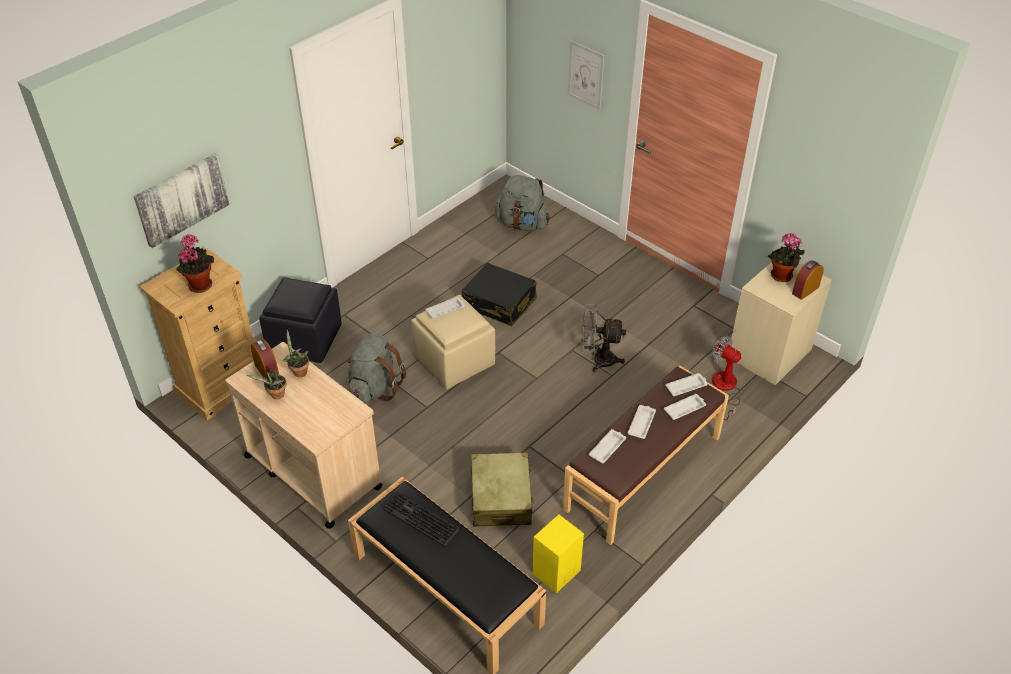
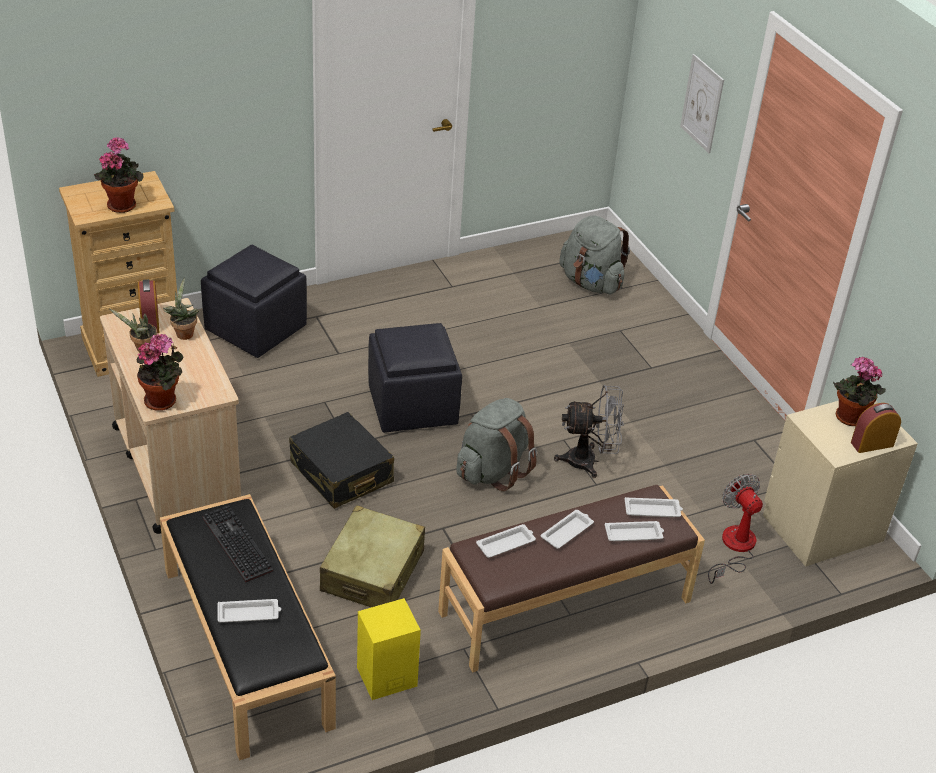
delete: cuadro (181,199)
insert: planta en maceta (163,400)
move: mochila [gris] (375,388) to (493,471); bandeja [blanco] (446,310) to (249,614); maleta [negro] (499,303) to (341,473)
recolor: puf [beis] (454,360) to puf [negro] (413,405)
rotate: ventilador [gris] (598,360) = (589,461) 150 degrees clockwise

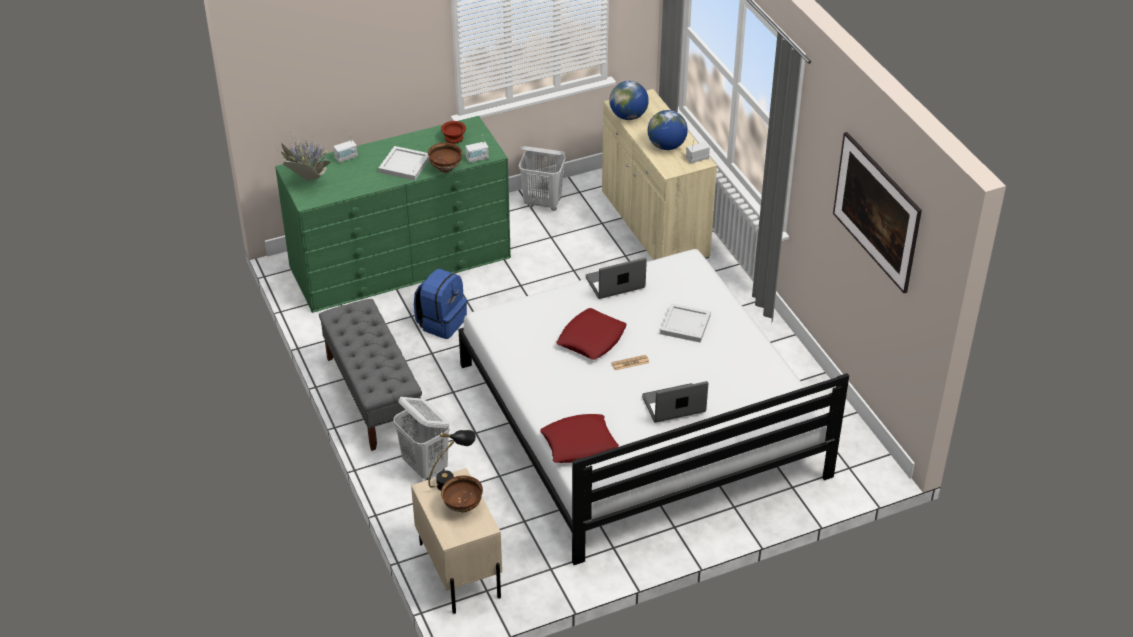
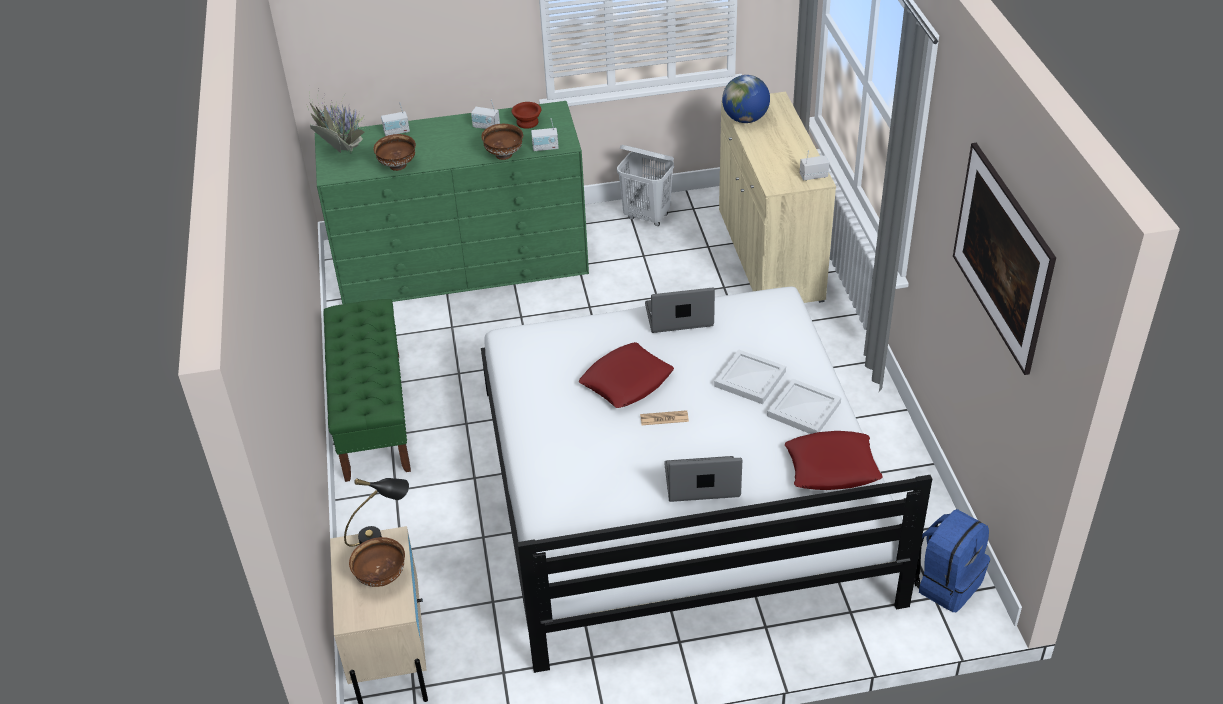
delete: cesto de la ropa [blanco] (425,466); globo terráqueo (666,146)
insert: cuenco [marrón] (398,166); radio (486,126)
move: bandeja [blanco] (405,165) to (804,410); mochila [azul] (441,322) to (945,582); cojín [rojo] (578,444) to (831,467)
recolor: banco [gris] (373,395) to banco [verde] (373,414)

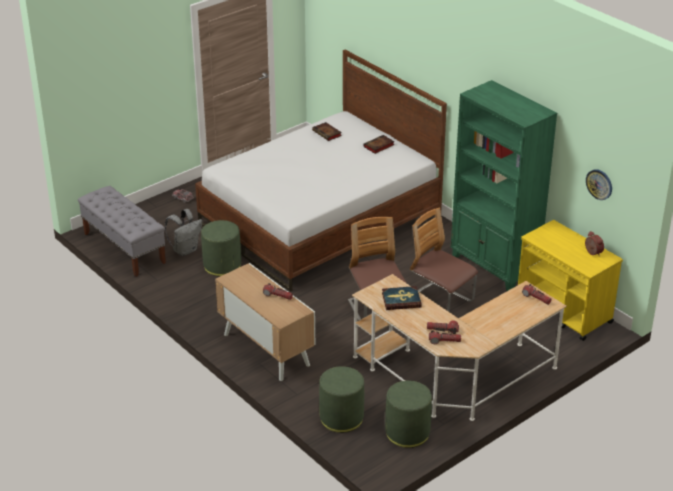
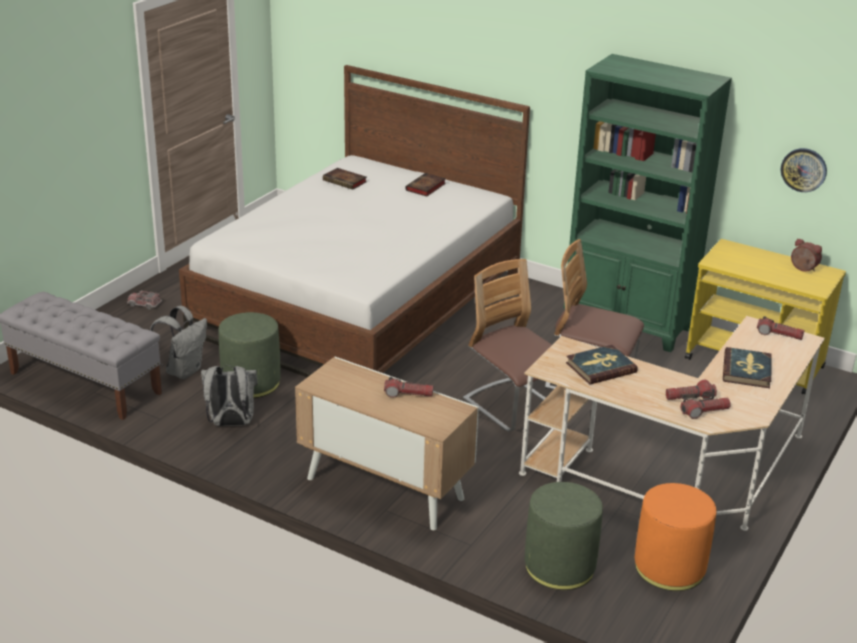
insert: mochila [gris] (230,423); libro (747,370)
recolor: puf [verde] (407,432) to puf [naranja] (669,567)

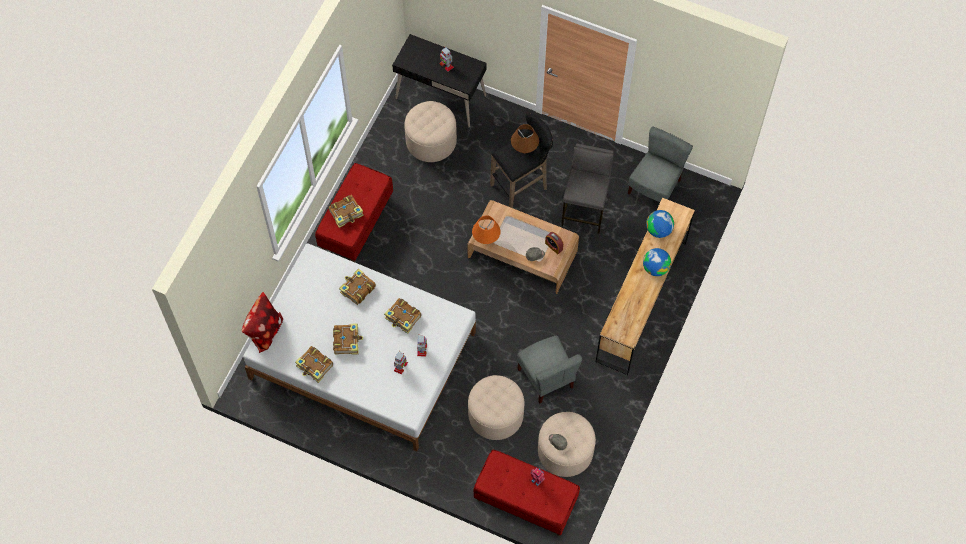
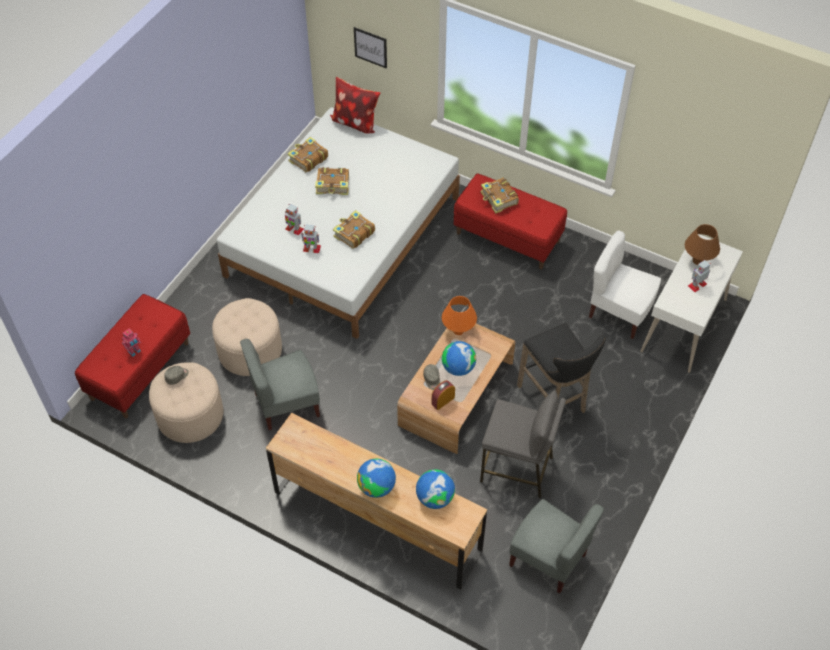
delete: libro (357,289)
insert: cuadro (370,47); globo terráqueo (458,368)
move: lámpara de mesa [marrón] (524,150) to (697,261)
replace: puf [beis] (431,141) to silla [blanco] (619,312)
recolor: escritorio [negro] (441,97) to escritorio [blanco] (684,326)

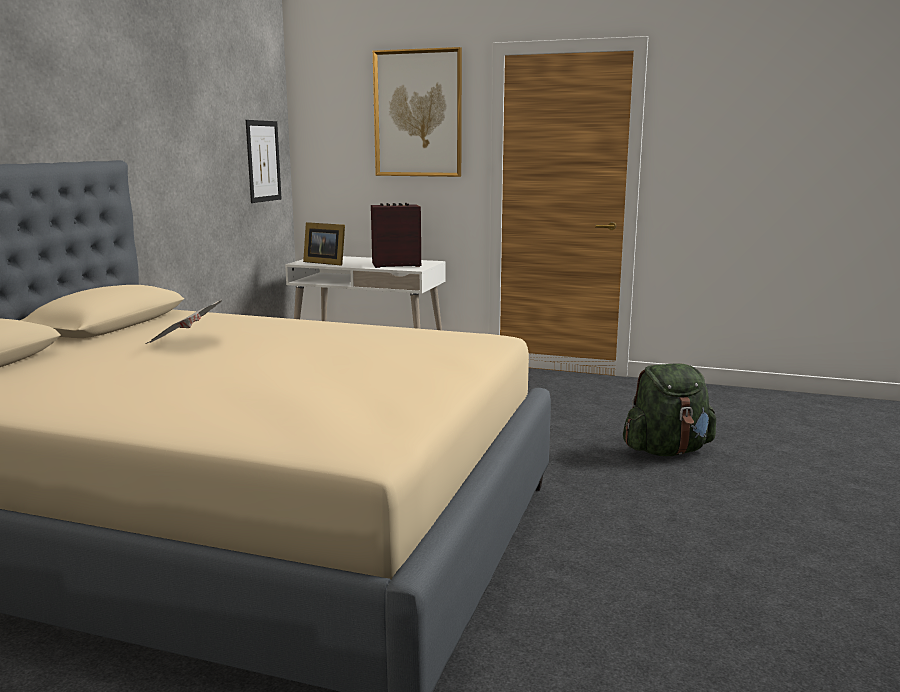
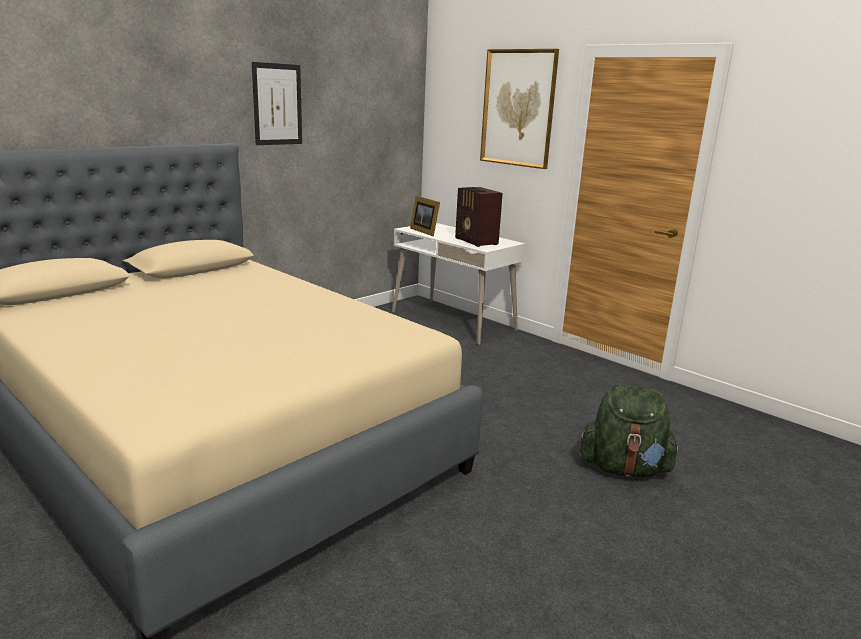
delete: periódico (185,342)
move: cuadro (263,161) to (277,104)
rotate: radio (395,265) = (476,241) 135 degrees counterclockwise

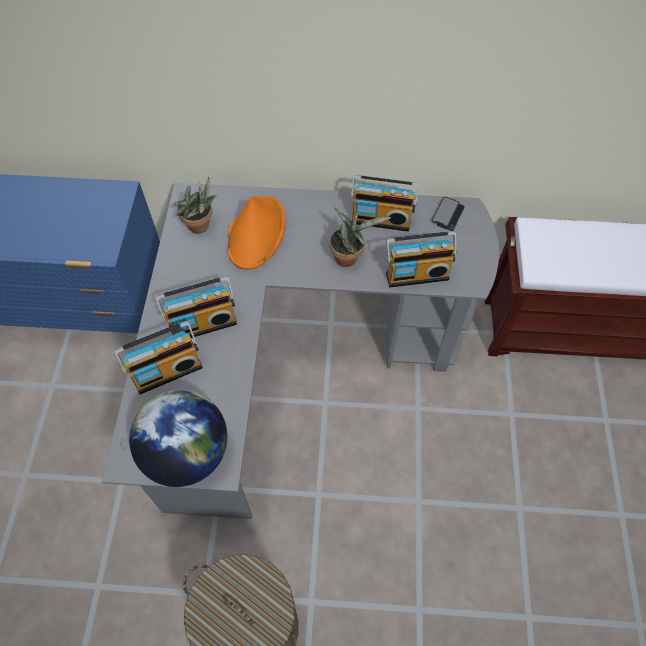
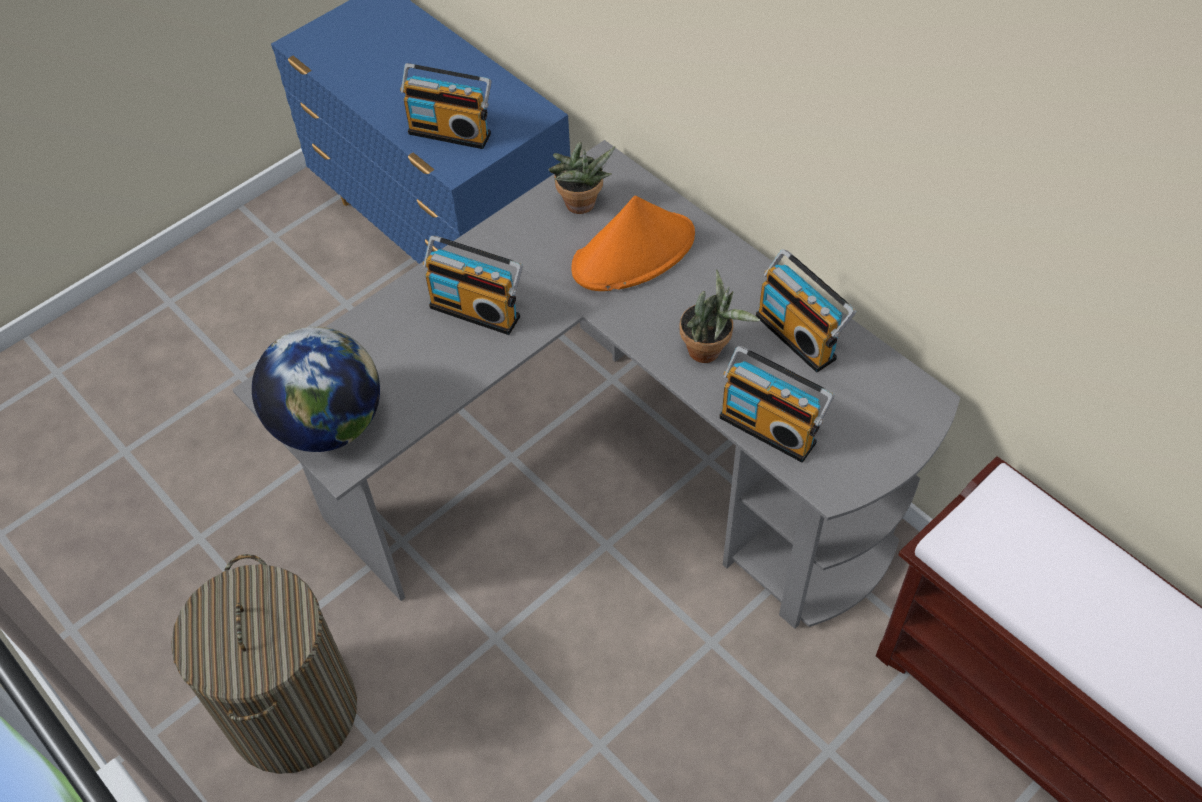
delete: móvil (447,214)
move: radio (167,370) to (451,131)

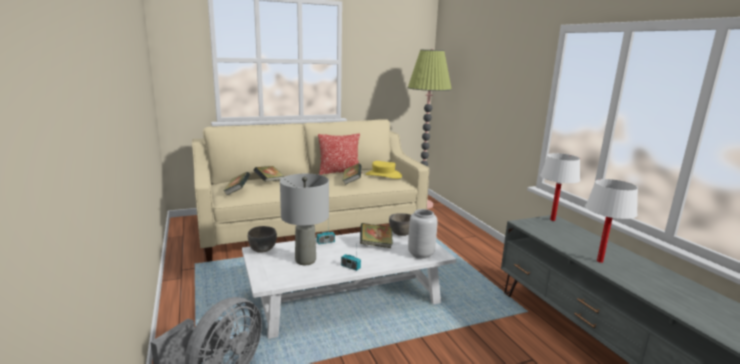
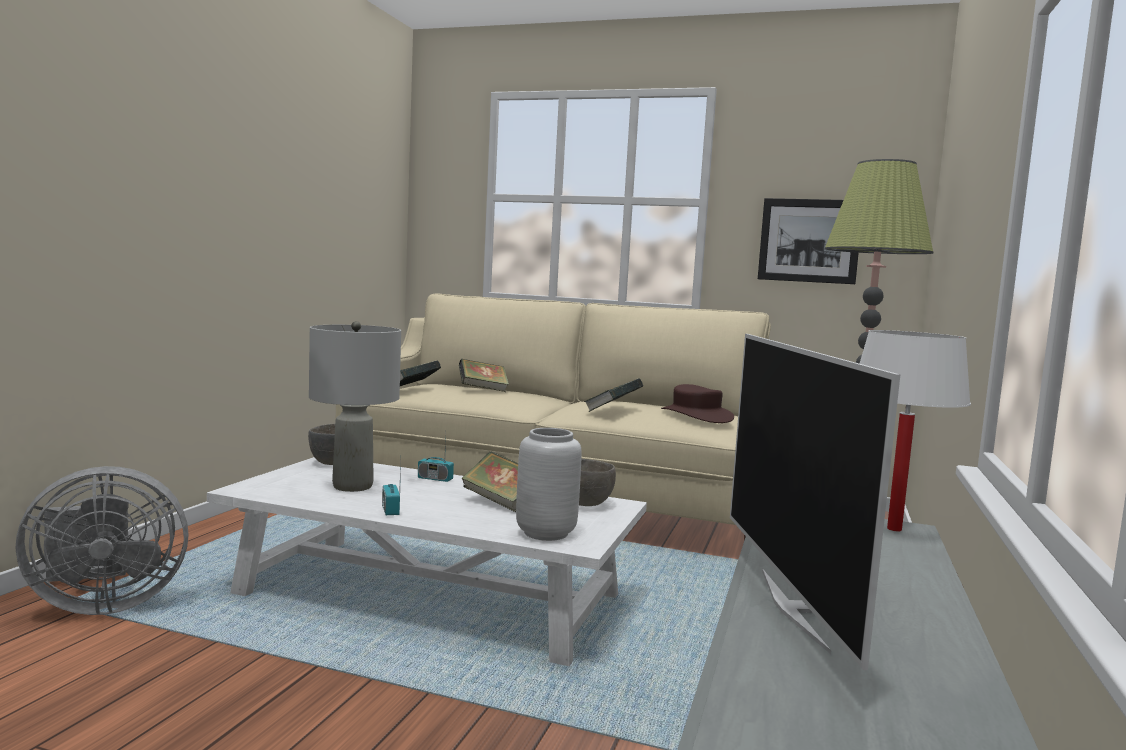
delete: cojín (339,172)
insert: cuadro (809,240)
replace: lámpara de mesa [blanco] (600,261) to televisor (795,608)
recolor: sombrero [amarillo] (383,175) to sombrero [marrón] (696,416)

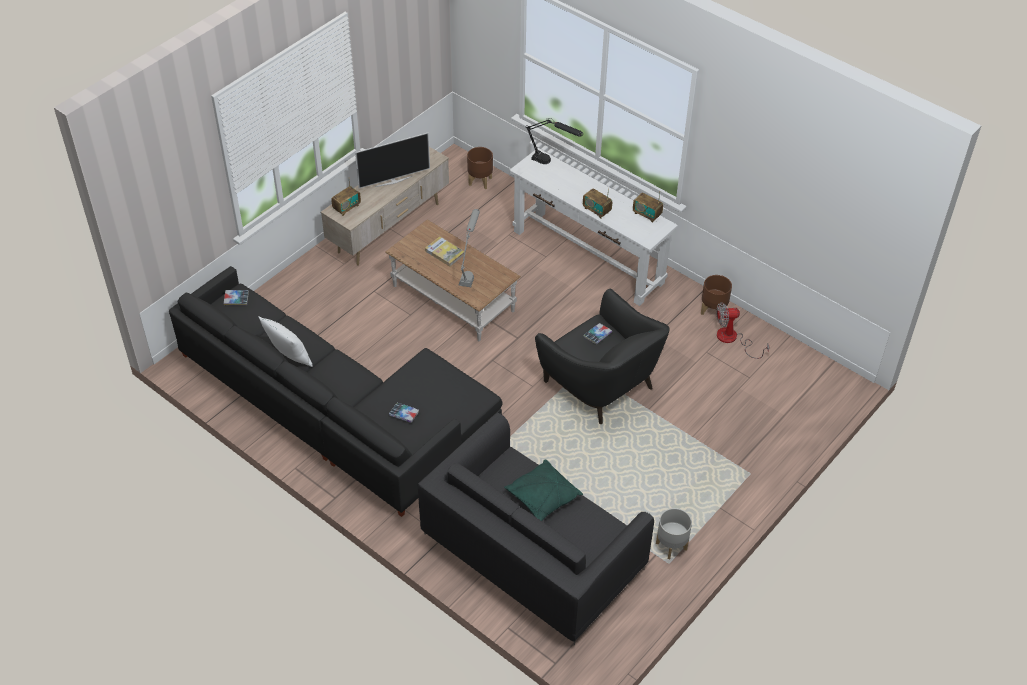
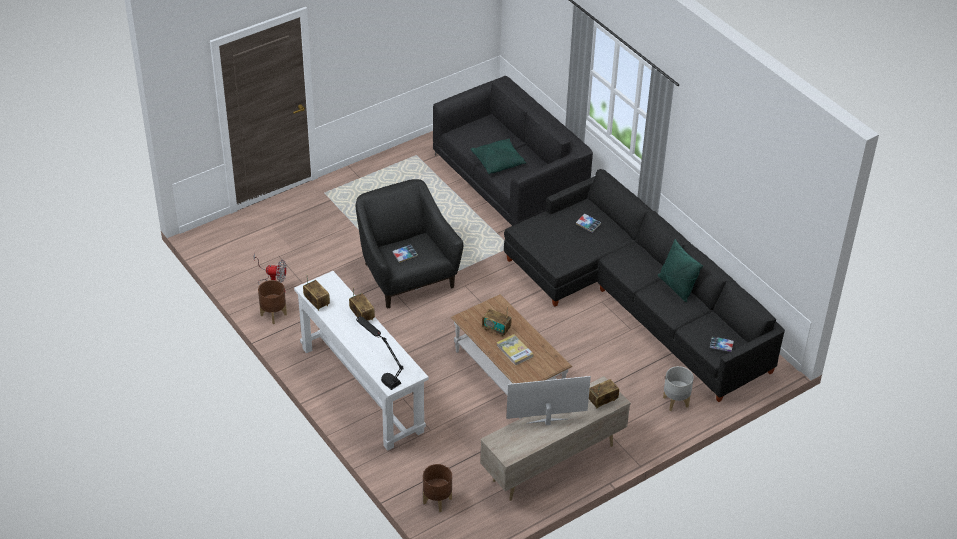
move: maceta [gris] (671,546) to (676,401)
replace: lámpara de mesa [gris] (469,270) to radio (496,329)
recolor: cojín [blanco] (289,357) to cojín [verde] (676,287)

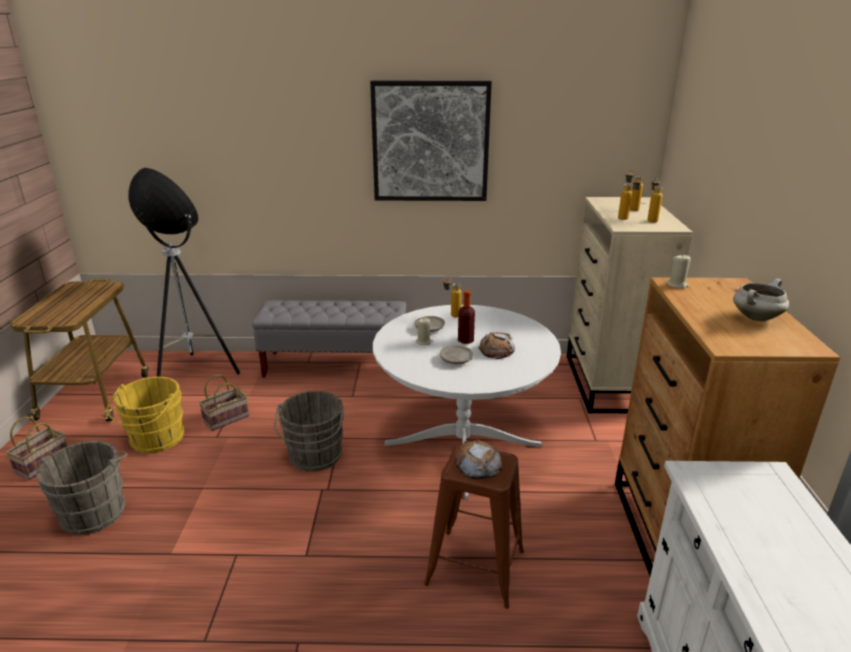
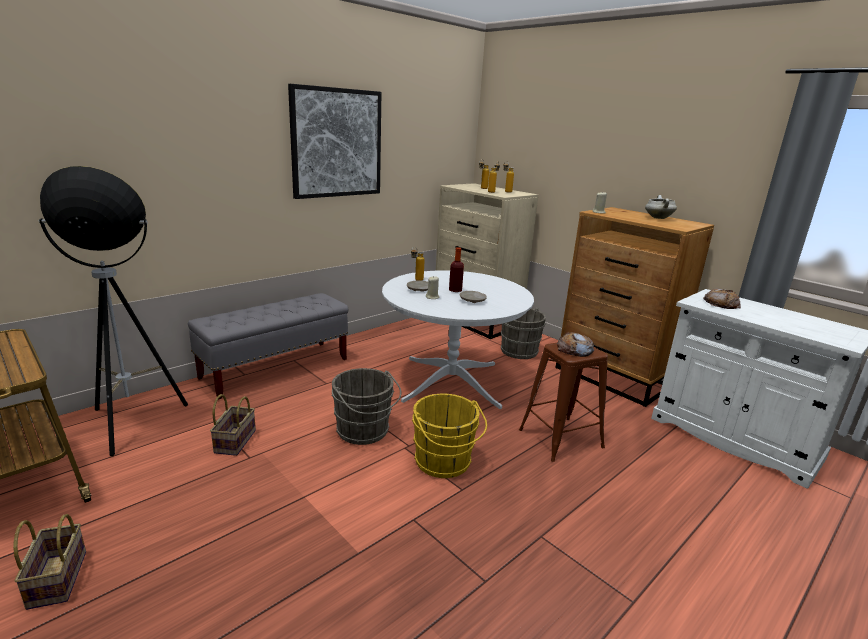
move: cubo [gris] (95,510) to (517,350); cubo [amarillo] (155,440) to (444,463); pan (496,350) to (721,303)

